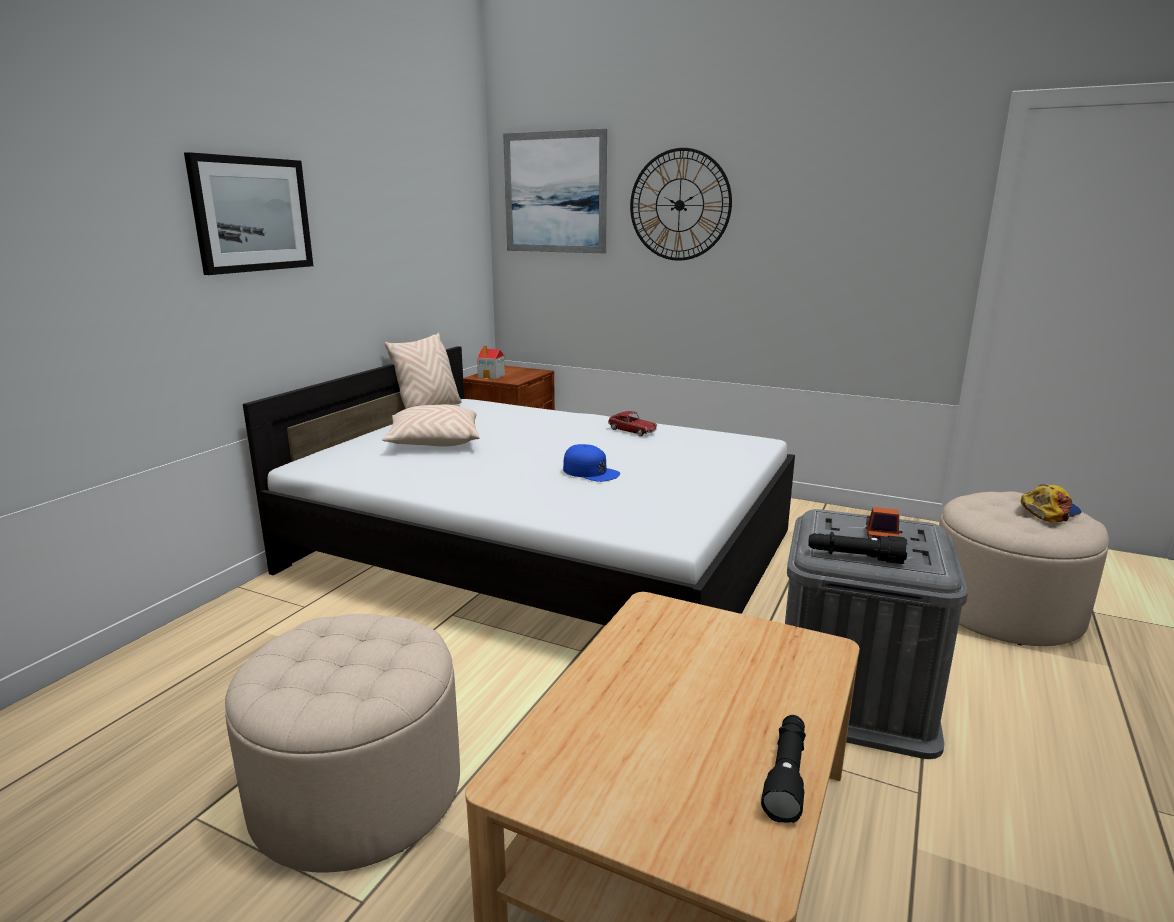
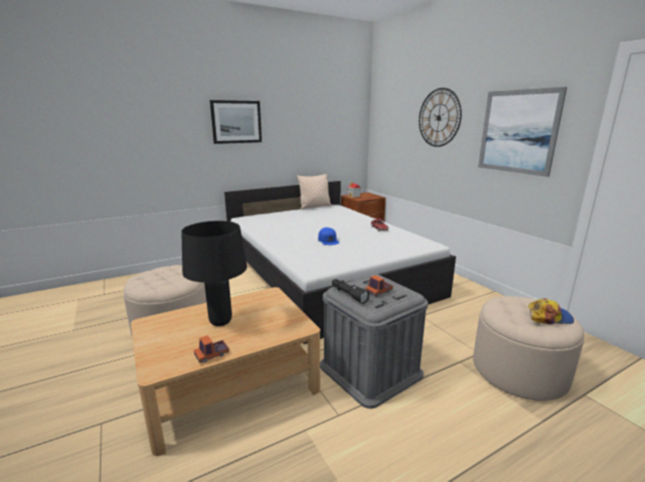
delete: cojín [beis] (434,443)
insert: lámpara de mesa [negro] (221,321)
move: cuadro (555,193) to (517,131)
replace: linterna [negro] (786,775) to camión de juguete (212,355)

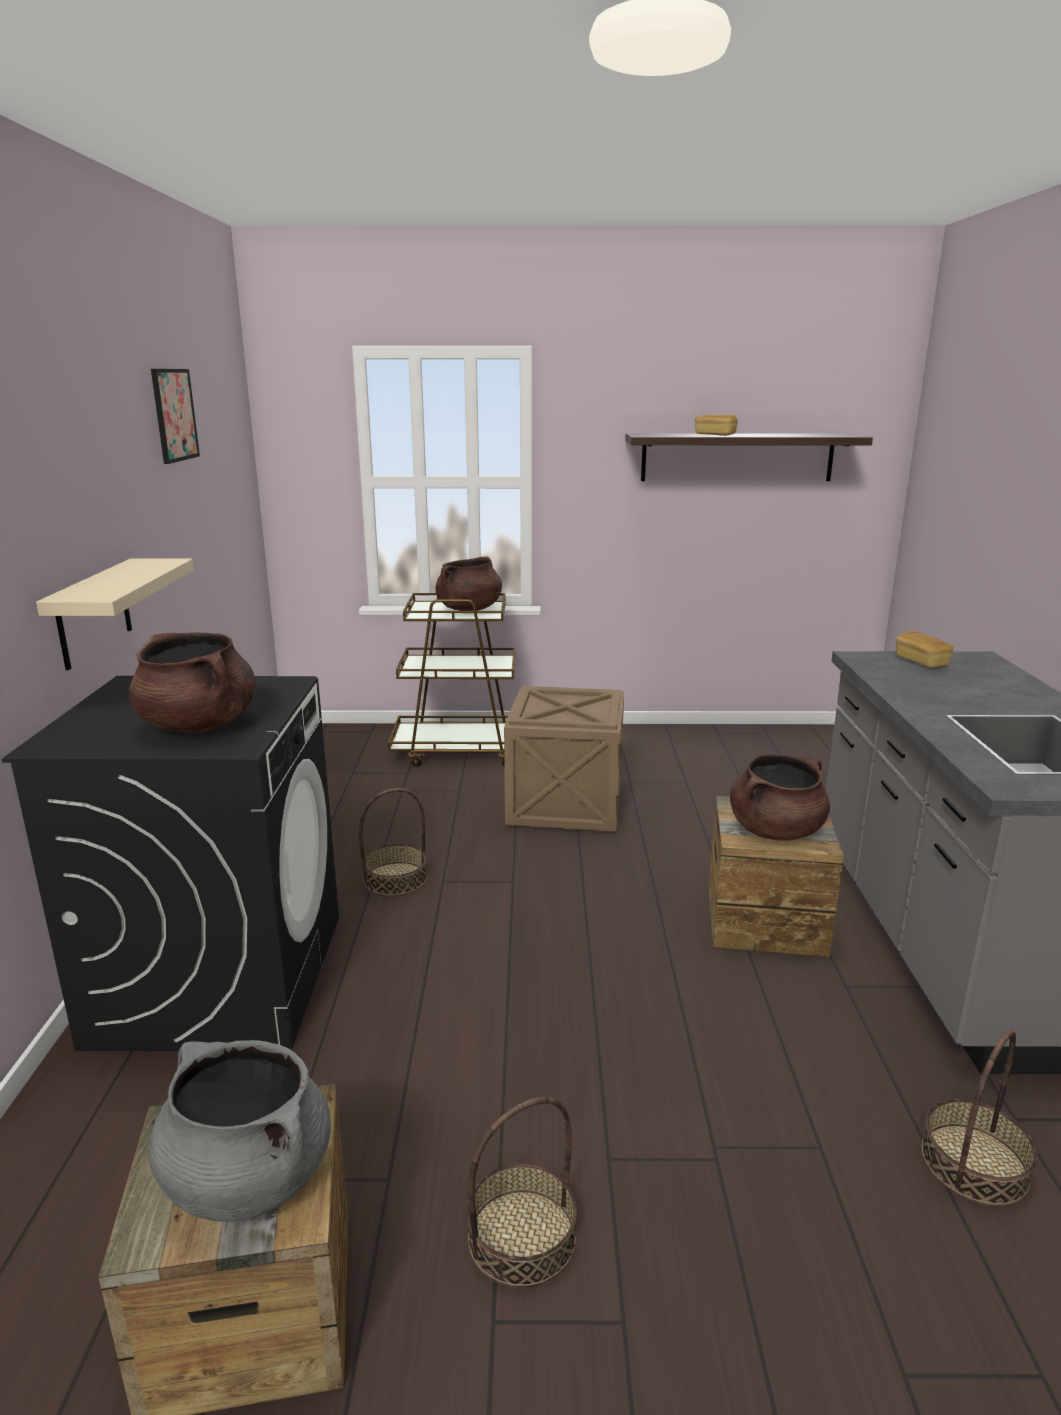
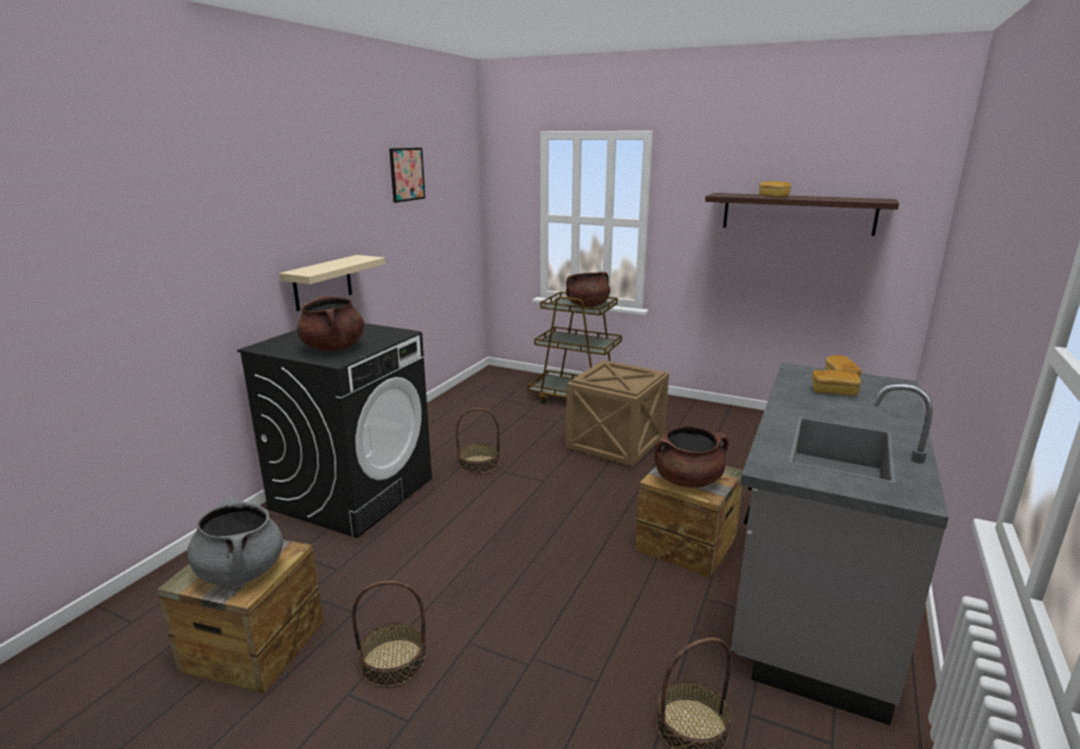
insert: pan (833,392)

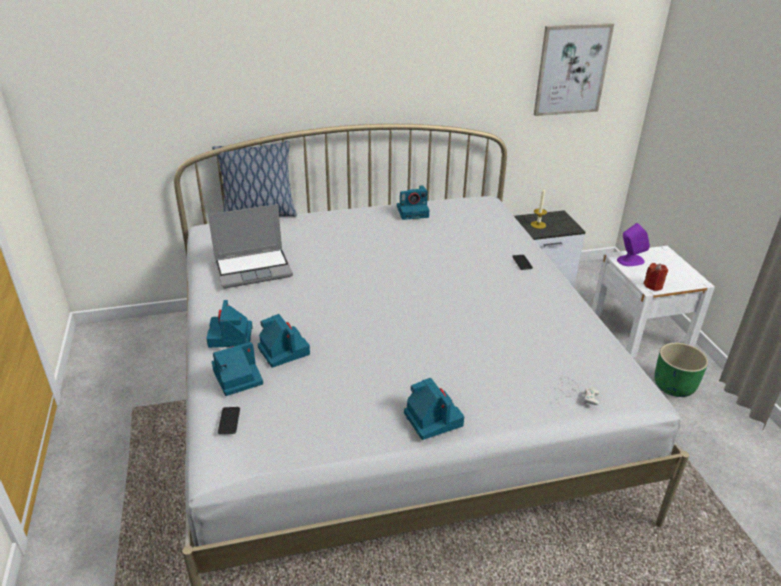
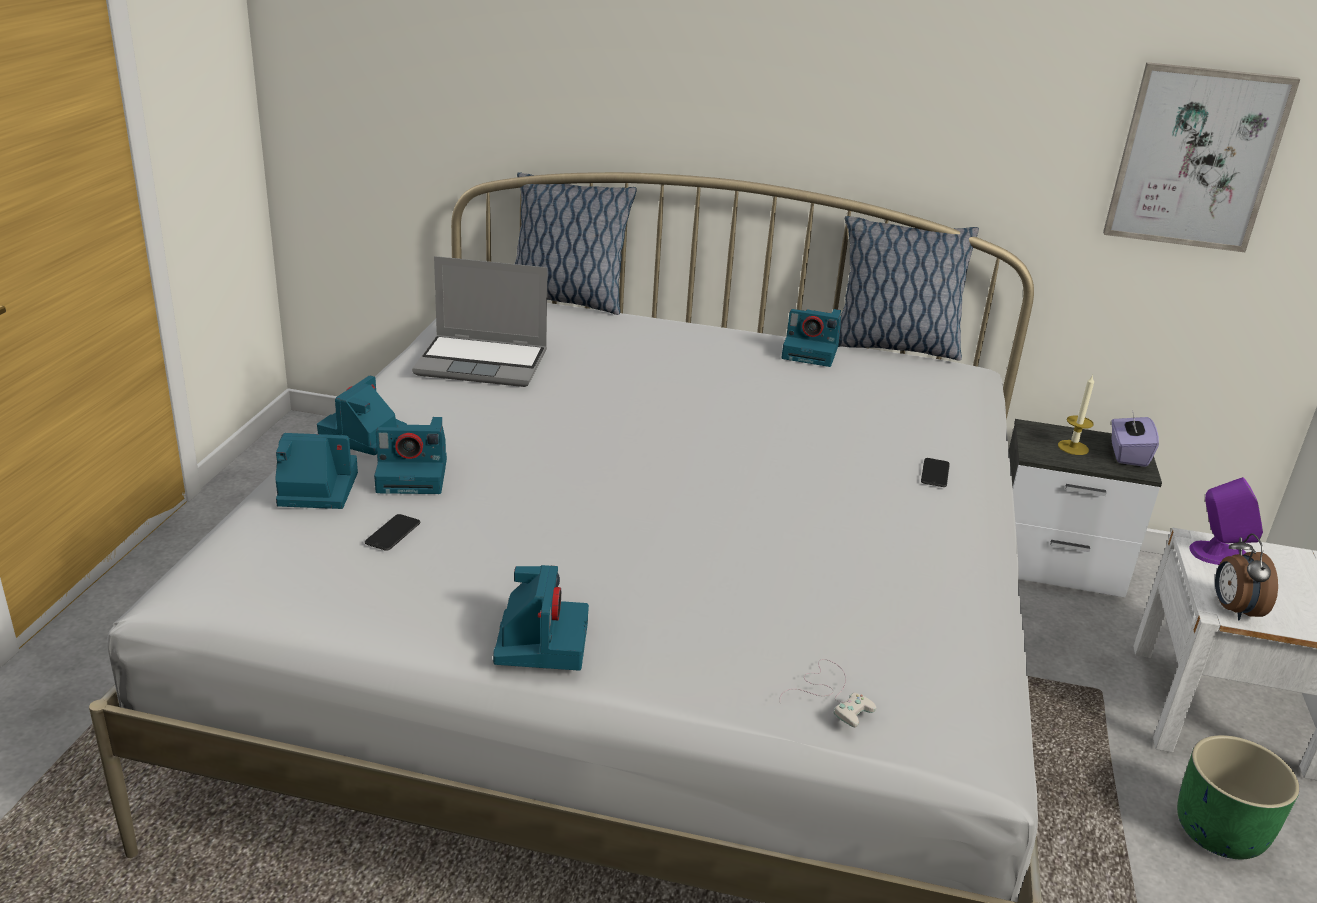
insert: cojín (893,346); caja de pañuelos [morado] (1127,454)
move: móvil (229,421) to (393,533)
replace: vela [rojo] (653,286) to despertador (1233,610)
rotate: cámara (282,350) = (414,475) 90 degrees clockwise

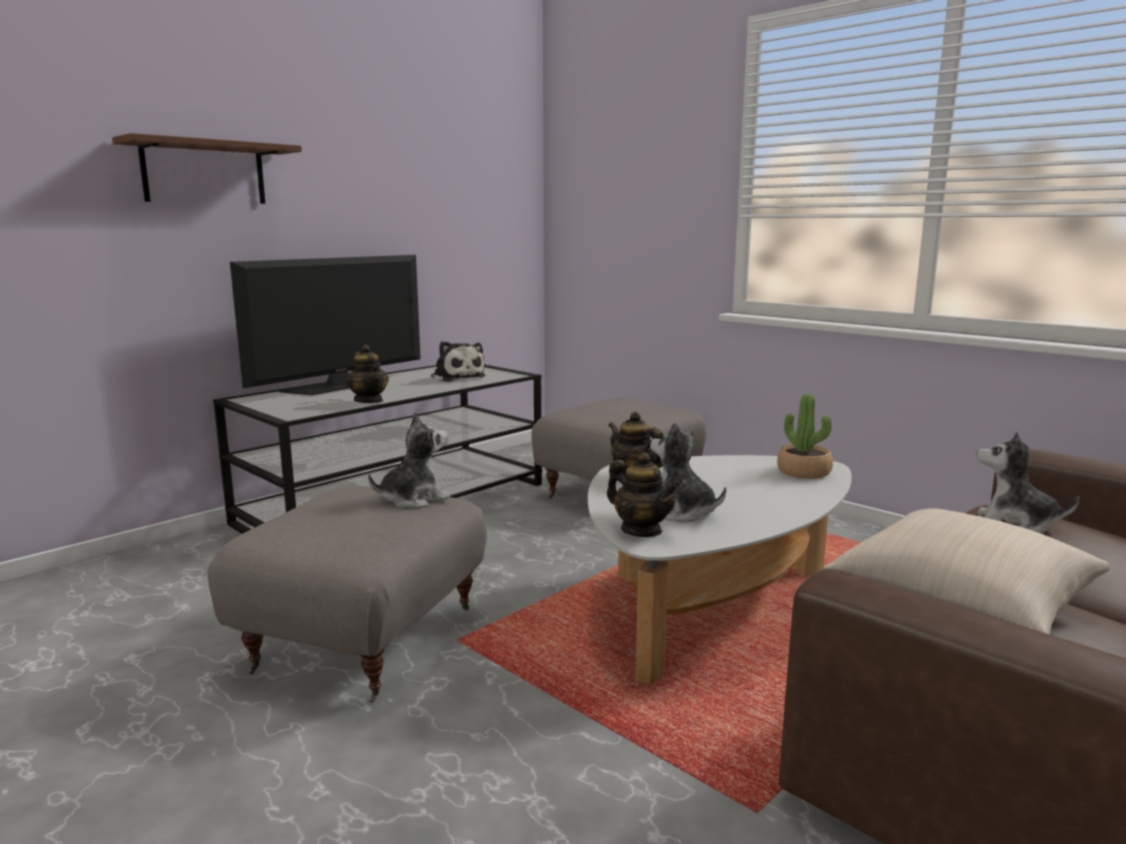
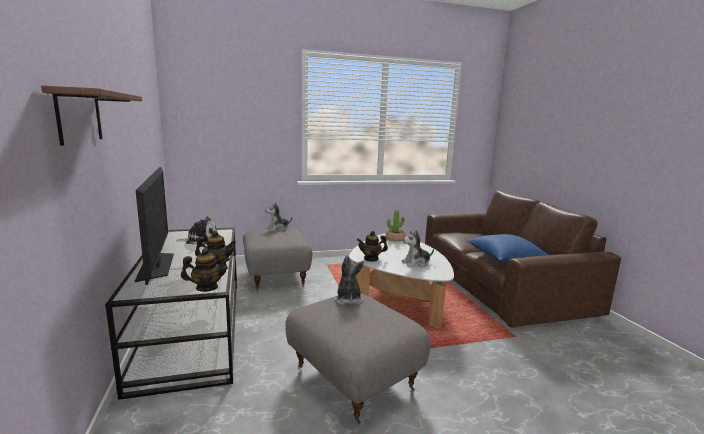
move: tetera (641,531) to (207,288); peluche (1014,524) to (278,229)
recolor: cojín [beis] (962,602) to cojín [azul] (505,258)

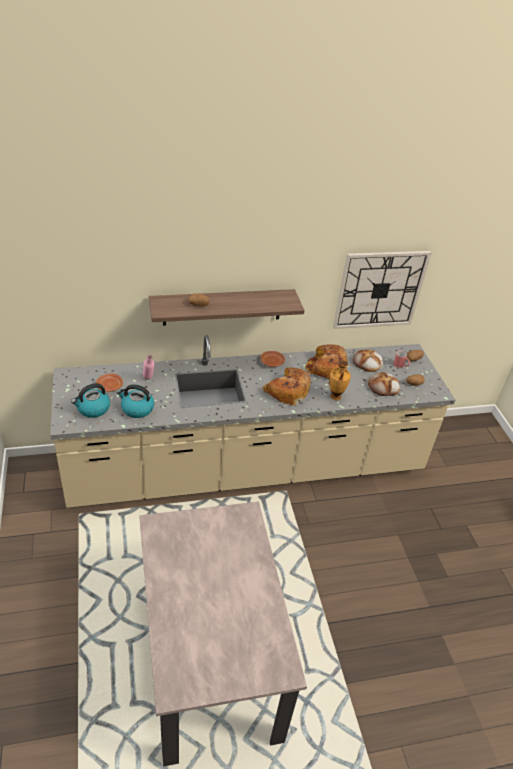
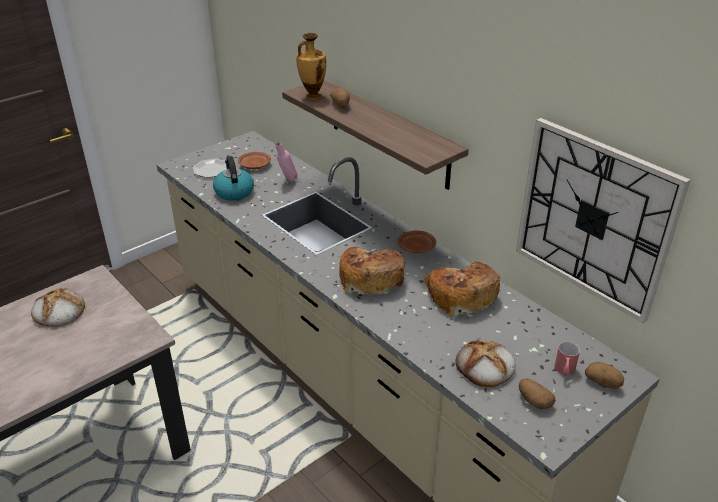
move: florero (335,397) to (312,96); pan (367,363) to (58,311)
replace: hervidor (93,409) to plato (211,170)

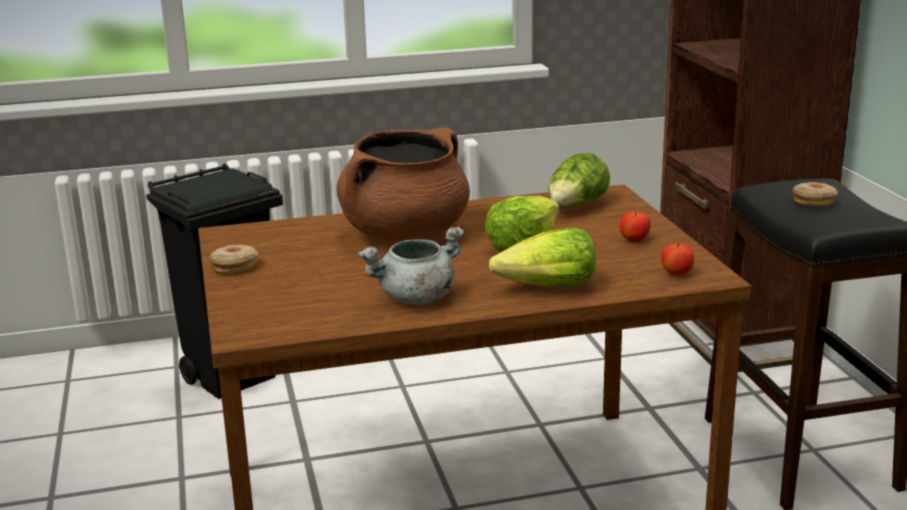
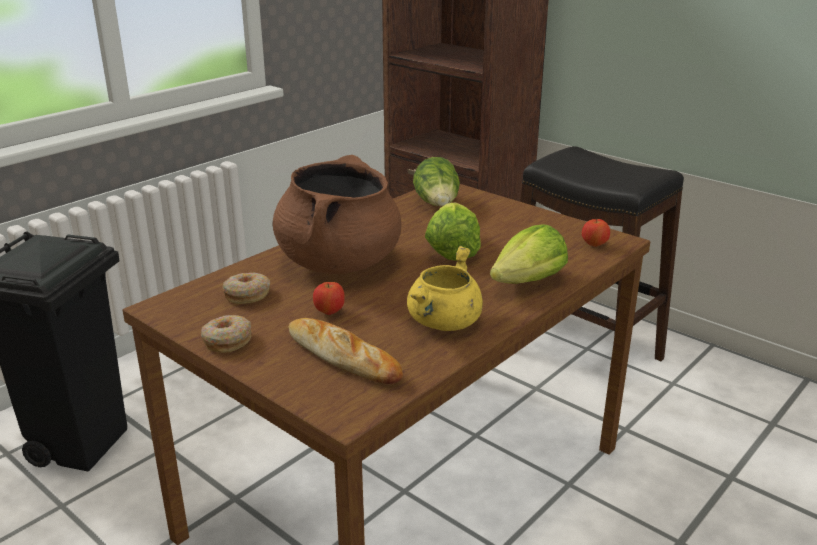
insert: pan (343,357)
move: manzana (634,241) to (329,312); rosquilla (814,201) to (247,295)
recolor: olla [gris] (416,298) to olla [amarillo] (444,323)

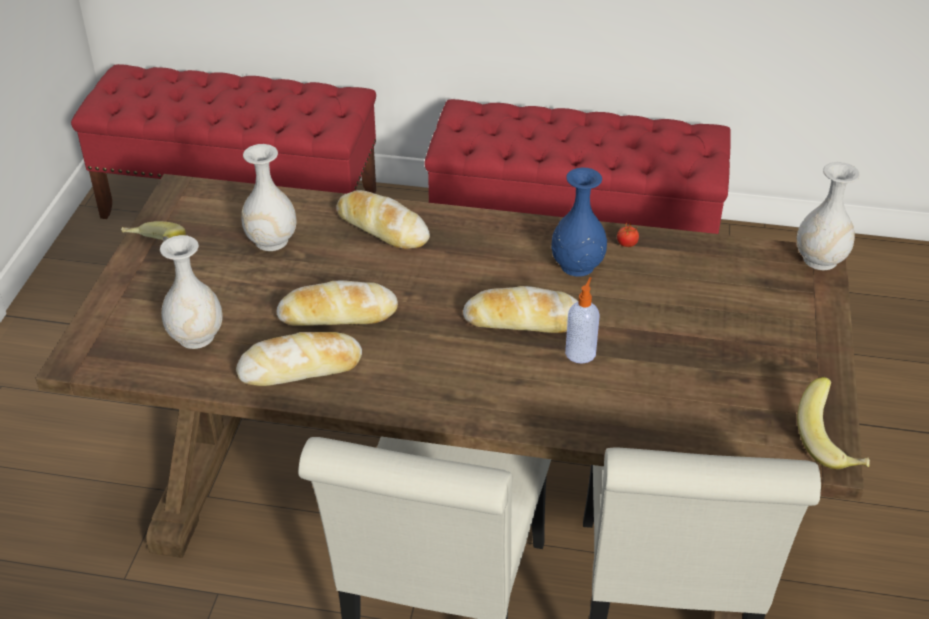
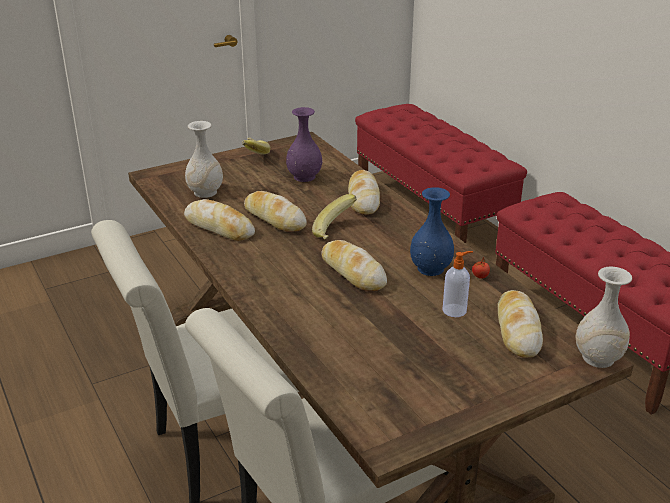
insert: pan (517,330)
move: dispensador de jabón (580,352) to (455,310); plátano (831,443) to (335,232)
recolor: florero [blanco] (271,240) to florero [morado] (304,177)

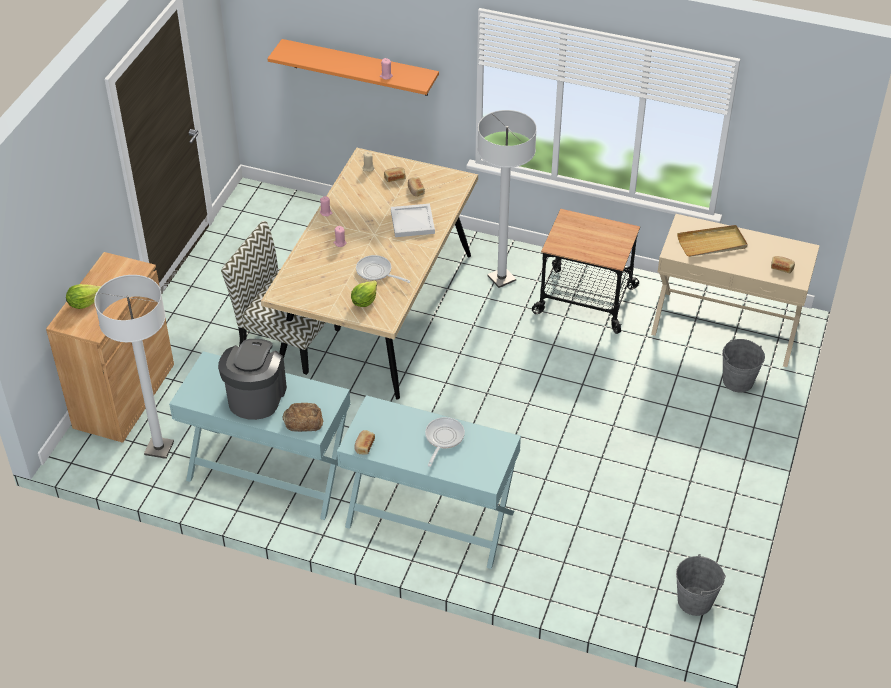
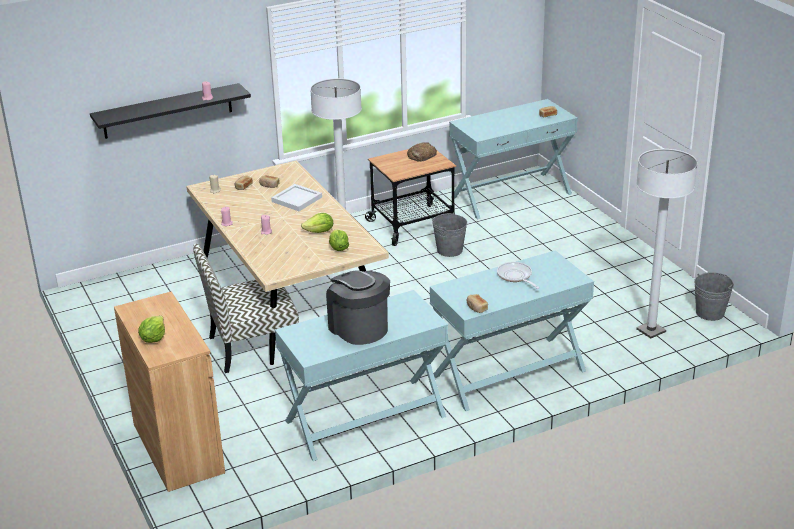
delete: bandeja [beis] (712,243)
move: lámpara de pie [blanco] (159,448) to (651,331); pan (303,420) to (421,156); cubo [gris] (738,381) to (449,250)
replace: sartén (376,272) to lechuga (319,232)
recolor: estante [naranja] (360,67) to estante [negro] (167,111); mesa consola [beis] (725,327) to mesa consola [turquesa] (511,195)

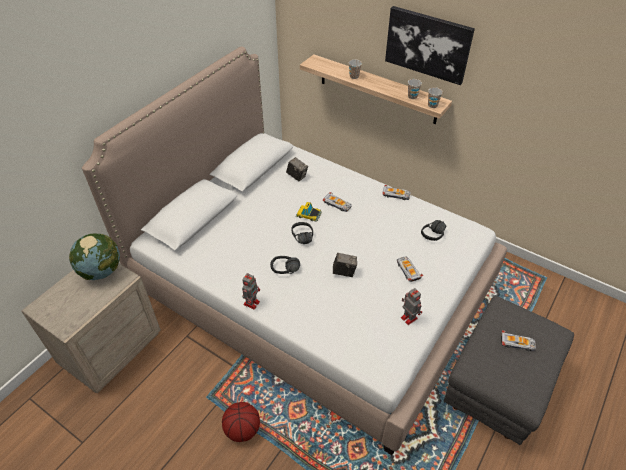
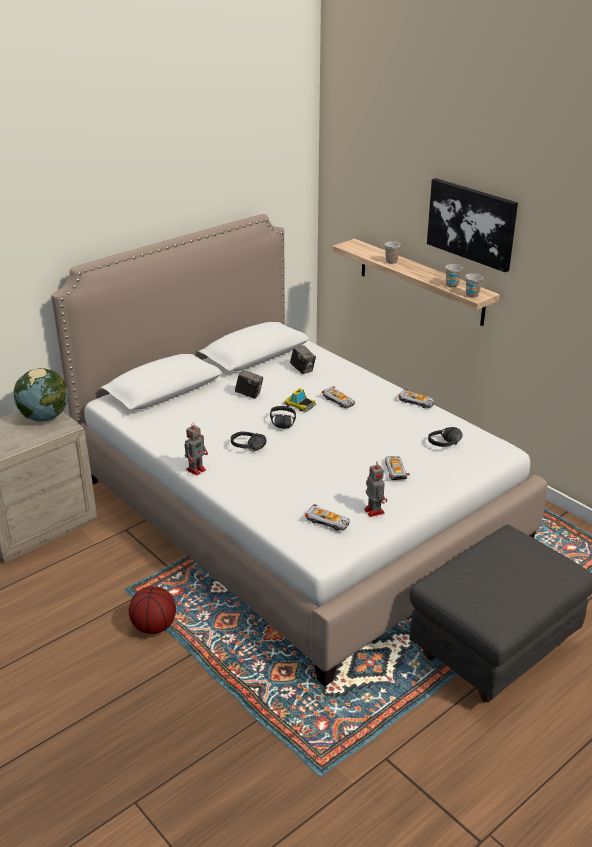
move: cámara (344,272) to (249,394); coche de juguete (517,343) to (328,521)

